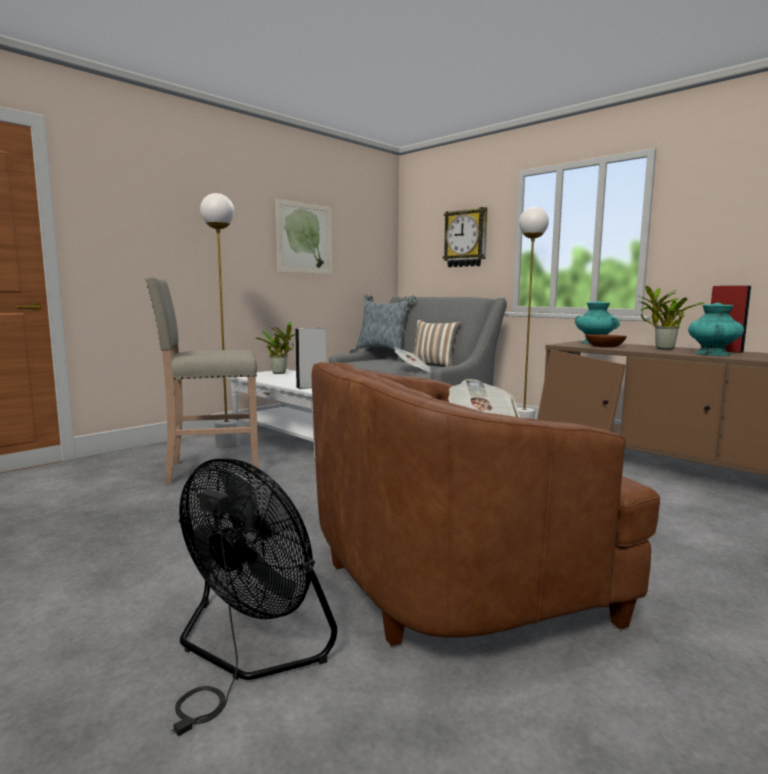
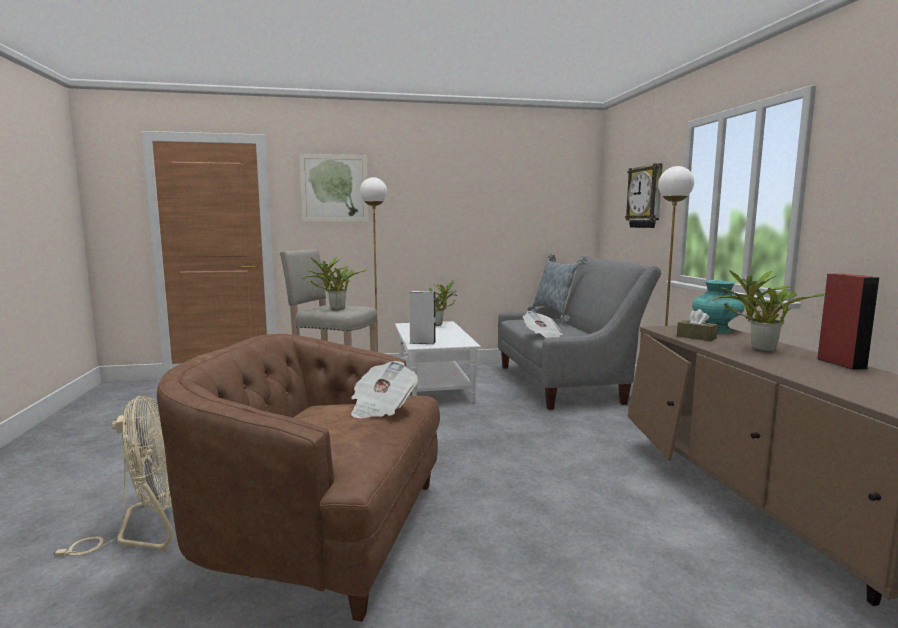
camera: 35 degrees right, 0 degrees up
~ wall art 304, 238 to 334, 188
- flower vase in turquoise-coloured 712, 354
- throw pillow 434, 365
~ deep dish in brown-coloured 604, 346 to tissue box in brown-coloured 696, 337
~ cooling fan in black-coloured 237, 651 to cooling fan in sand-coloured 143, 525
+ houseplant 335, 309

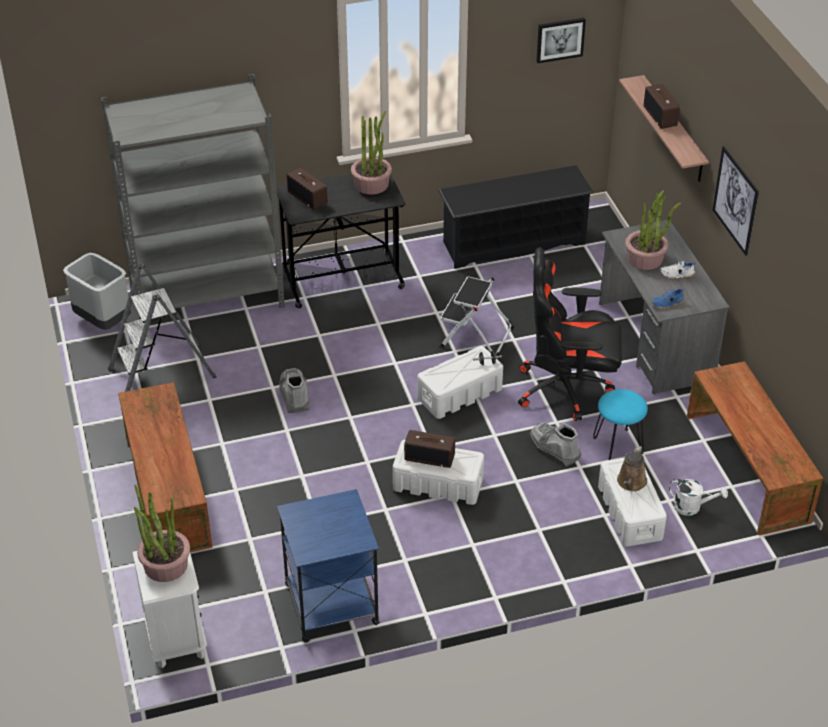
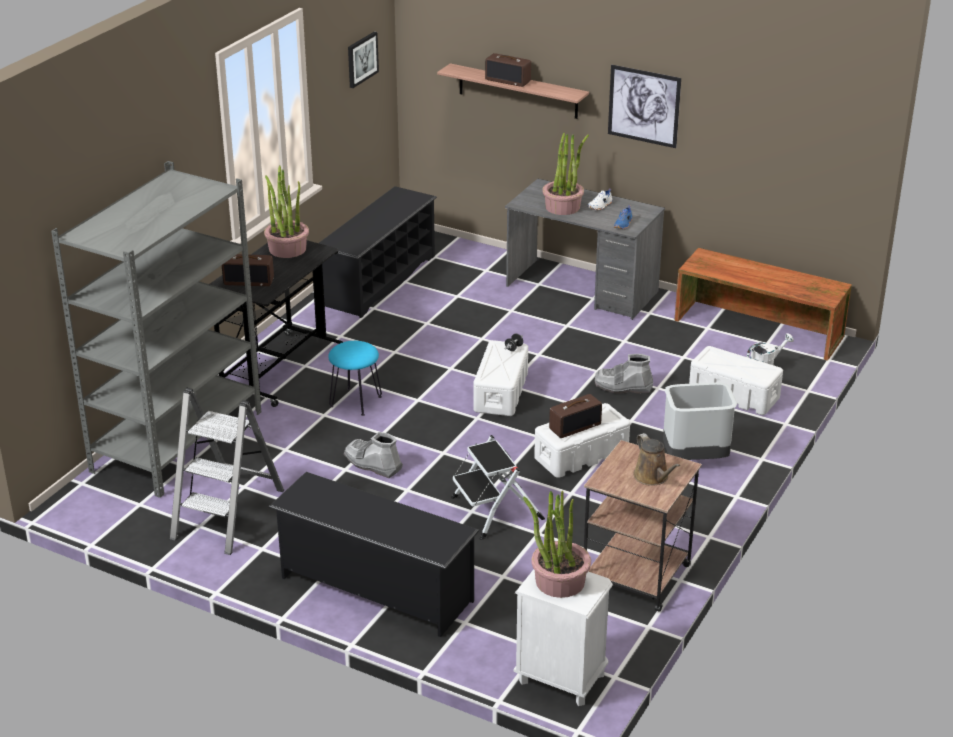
camera: 45 degrees left, 10 degrees down
- computer chair in black-coloured 570, 390
~ waste bin in grey 104, 321 to 695, 458
~ step ladder 475, 335 to 496, 510
~ bench in brown-coloured 166, 490 to shoe rack in black-coloured 375, 589
~ sitting stool in turquoise-coloured 617, 445 to 355, 401
~ watering can in brown-coloured 631, 483 to 653, 477
~ wheeled cart in blue 330, 605 to wheeled cart in brown-coloured 635, 576

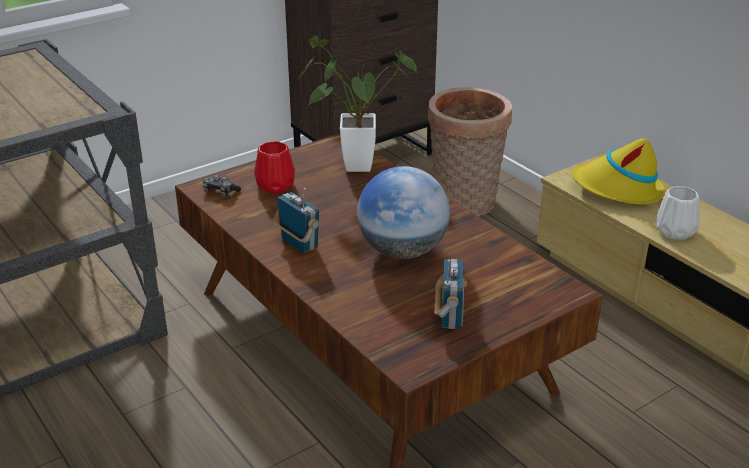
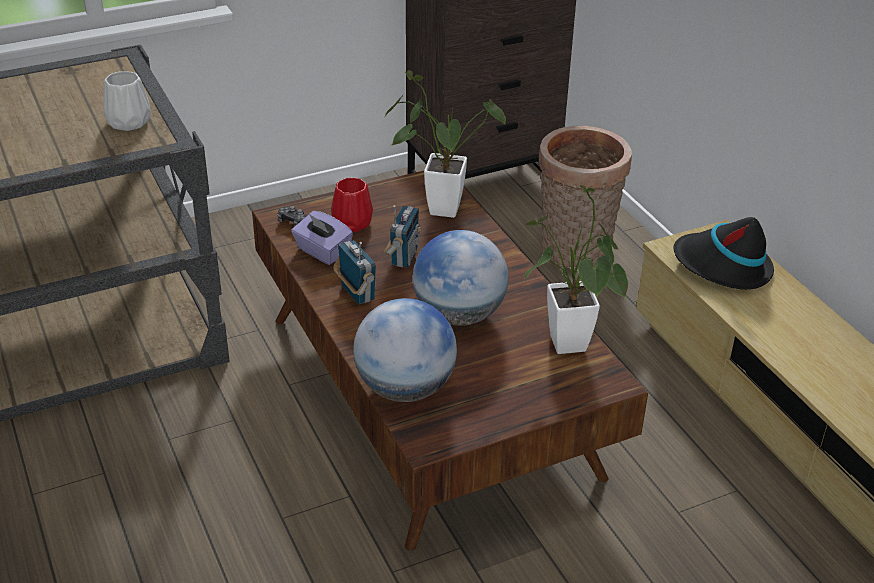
camera: 10 degrees right, 5 degrees up
~ clothing hat in yellow 618, 189 to clothing hat in black-coloured 722, 267
~ flower vase in white 675, 232 to 128, 123
~ radio set 449, 317 to 403, 257
+ houseplant 569, 350
+ tissue box in purple-coloured 322, 252
+ desk globe 405, 388

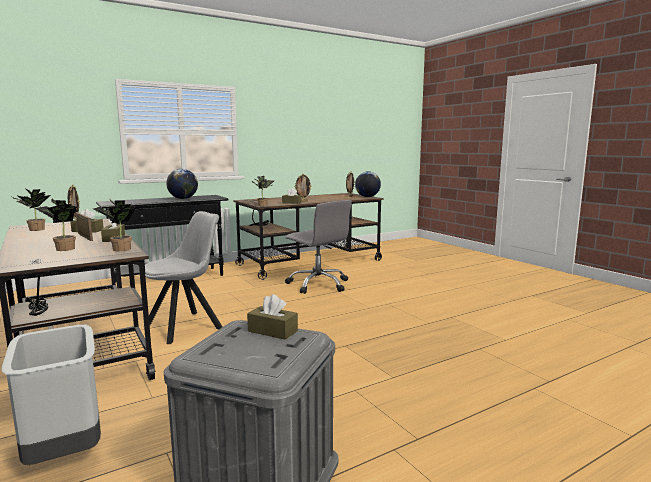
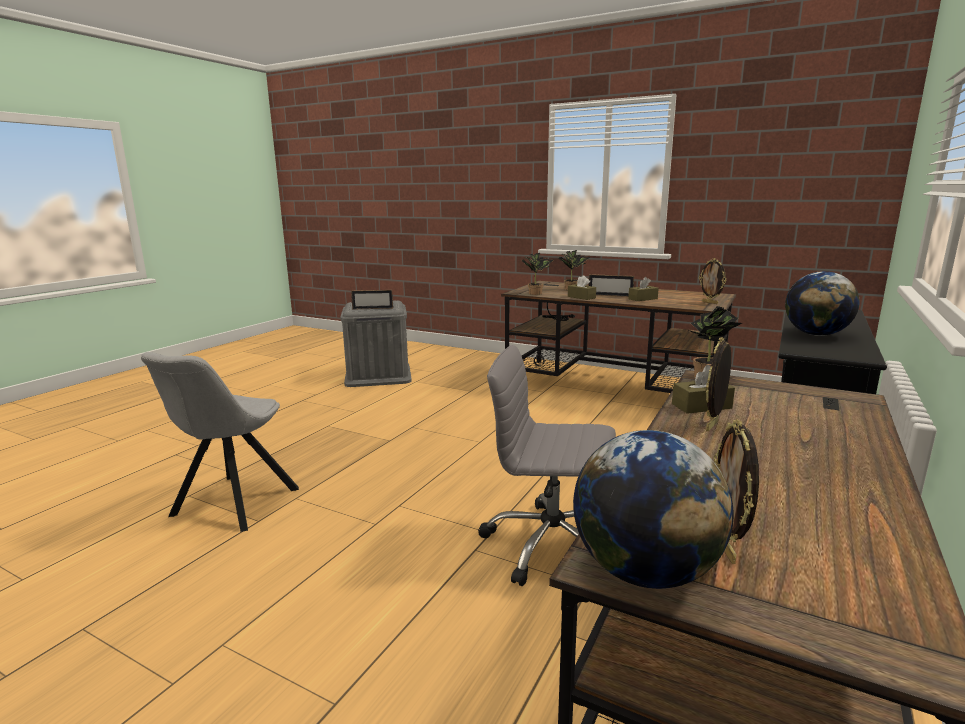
camera: 150 degrees right, 5 degrees up
- houseplant 34, 230
~ plain chair in grey 185, 326 to 233, 503
~ tissue box in brown-coloured 272, 331 to photo frame 372, 308
- waste bin in grey 63, 450

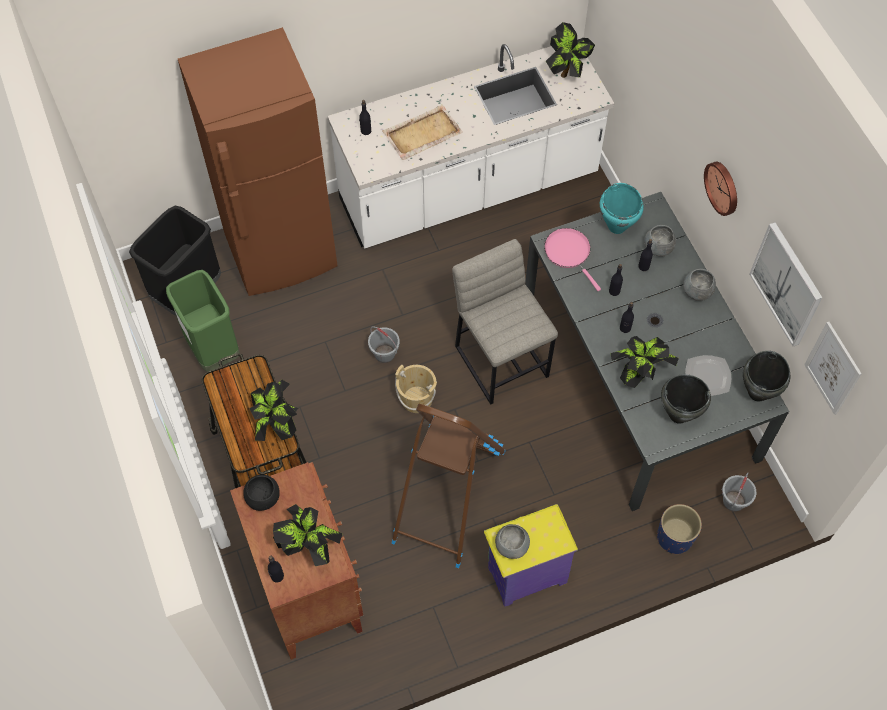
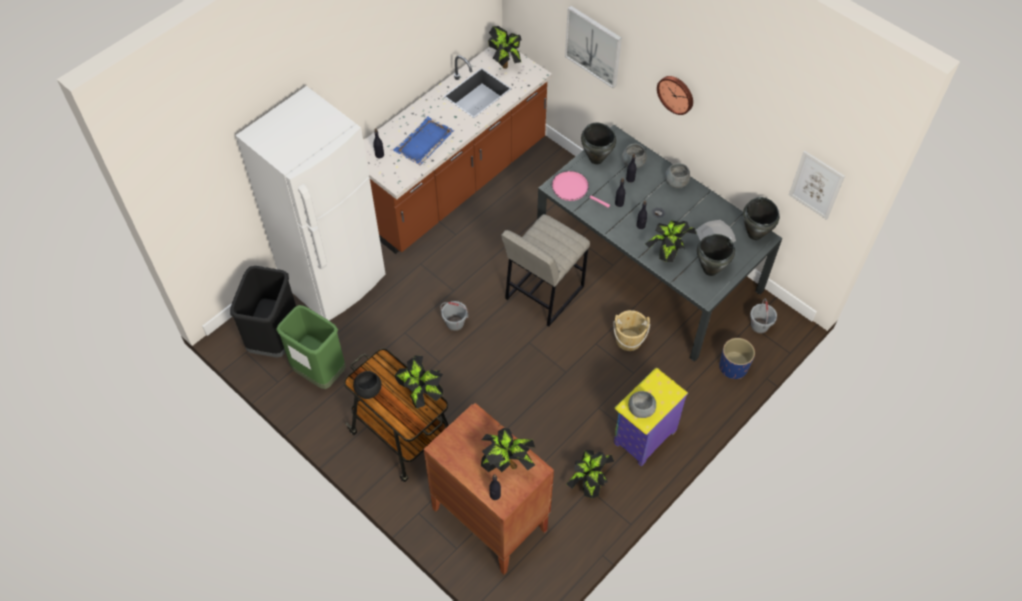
camera: 25 degrees left, 5 degrees down
~ fridge in brown-coloured 281, 252 to fridge in white 334, 280
~ counter in white 468, 190 to counter in brown-coloured 455, 184
~ tray in sand-coloured 422, 134 to tray in blue 423, 142
~ saucepot in turquoise-coloured 617, 226 to saucepot in black-coloured 596, 159
~ wall art 787, 284 to 593, 46
~ plain chair in grey 500, 359 = 543, 294 90 degrees counterclockwise
~ pail in sand-coloured 416, 399 to 628, 340
- step ladder in brown-coloured 449, 494
~ deep dish in black-coloured 262, 498 to 368, 390
+ houseplant 589, 482

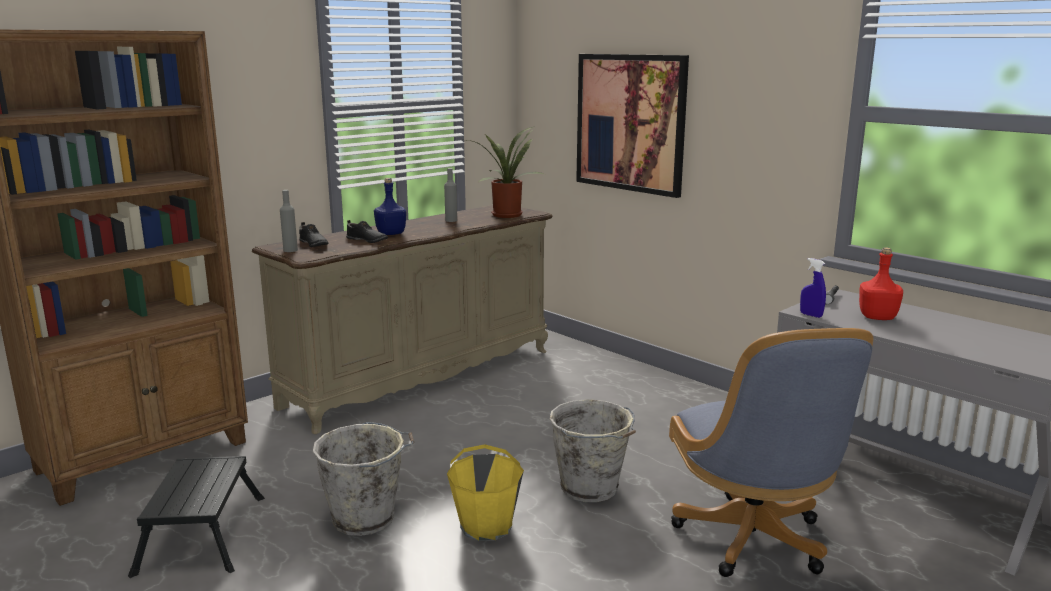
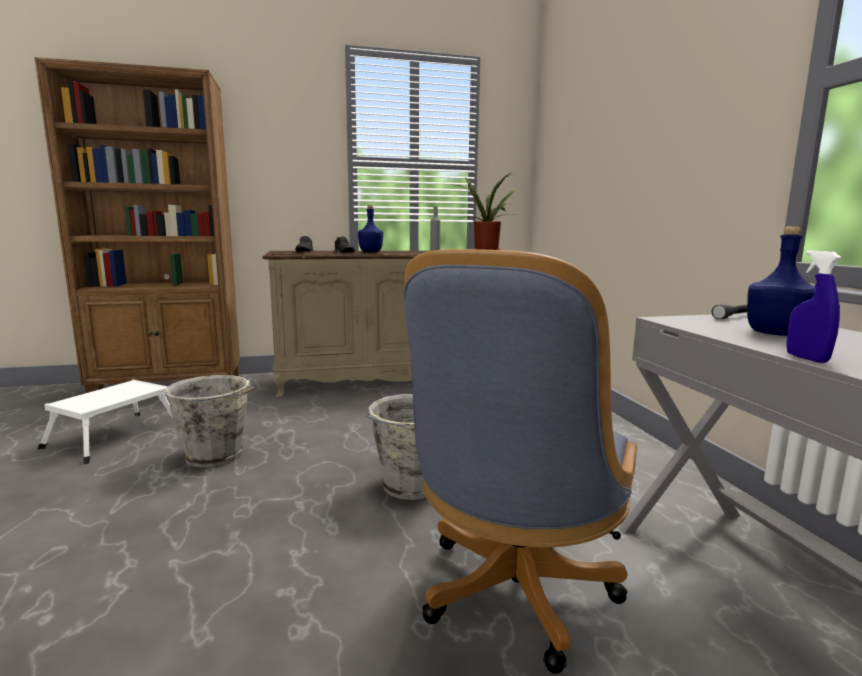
camera: 30 degrees right, 5 degrees down
- wall art 630, 123
- bottle in grey 290, 250
~ bottle in red-coloured 876, 317 to bottle in blue 774, 333
~ spray bottle in blue 811, 315 to 806, 358
- pail in yellow 486, 525
~ step ladder in black-coloured 202, 533 to step ladder in white 115, 436

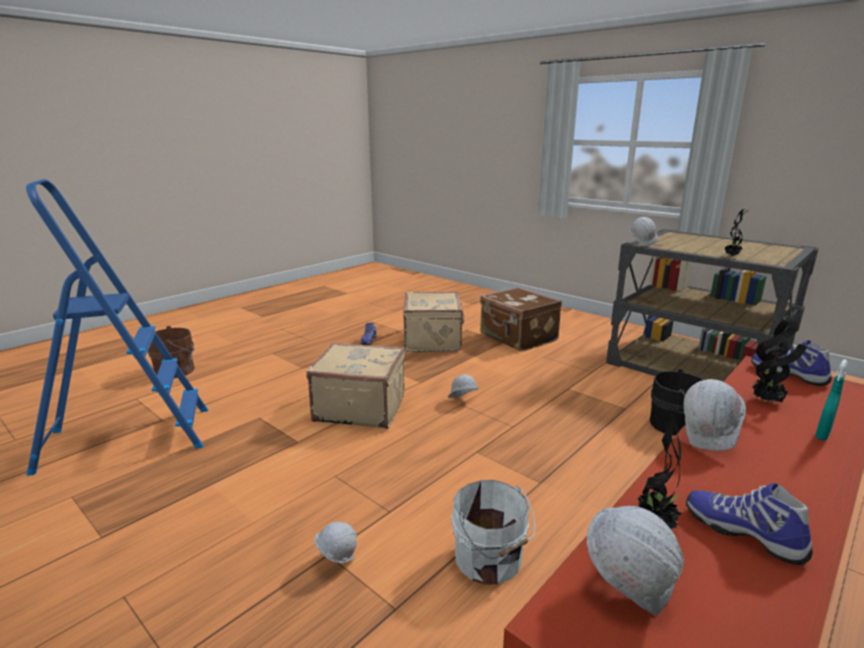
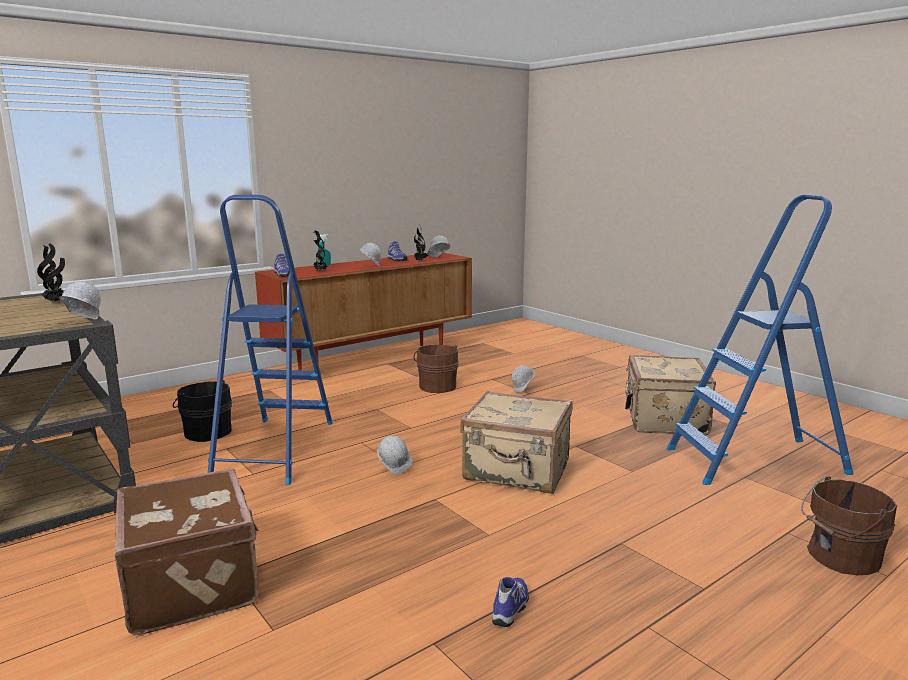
camera: 170 degrees left, 5 degrees down
~ travel case in sand-coloured 433, 340 to 663, 420
~ pail in white 489, 561 to pail in brown-coloured 437, 386
+ step ladder in blue 276, 448

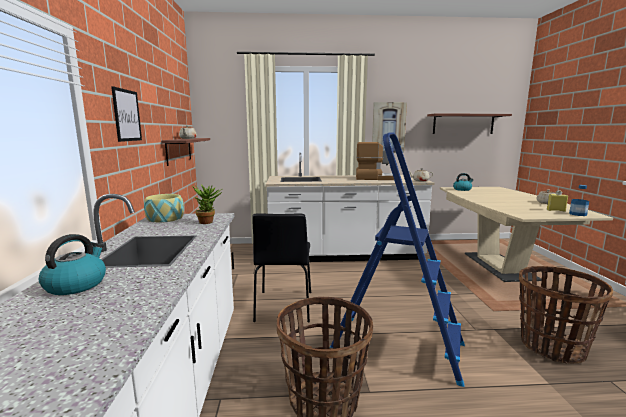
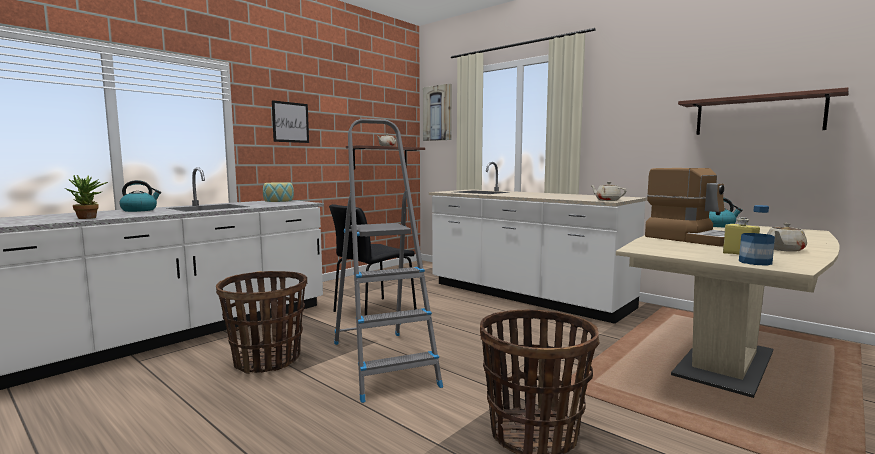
camera: 45 degrees right, 5 degrees down
~ wall art 388, 127 to 438, 113
~ step ladder in blue 398, 347 to step ladder in grey 383, 363
~ coffee machine 375, 178 to 692, 239
~ houseplant 209, 222 to 89, 218

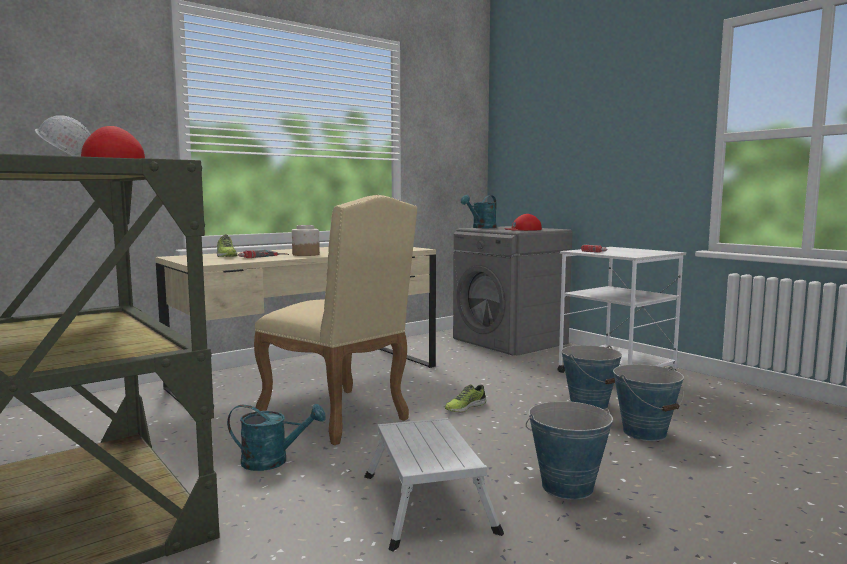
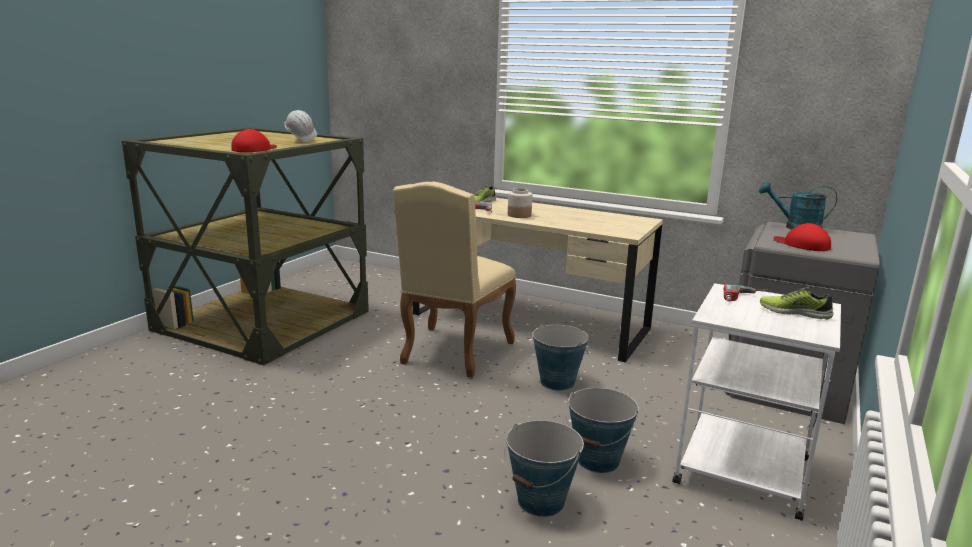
camera: 65 degrees right, 10 degrees up
~ item of footwear 465, 407 to 794, 312
~ pail 567, 487 to 557, 382
- watering can in turquoise-coloured 273, 461
- step ladder in white 427, 503

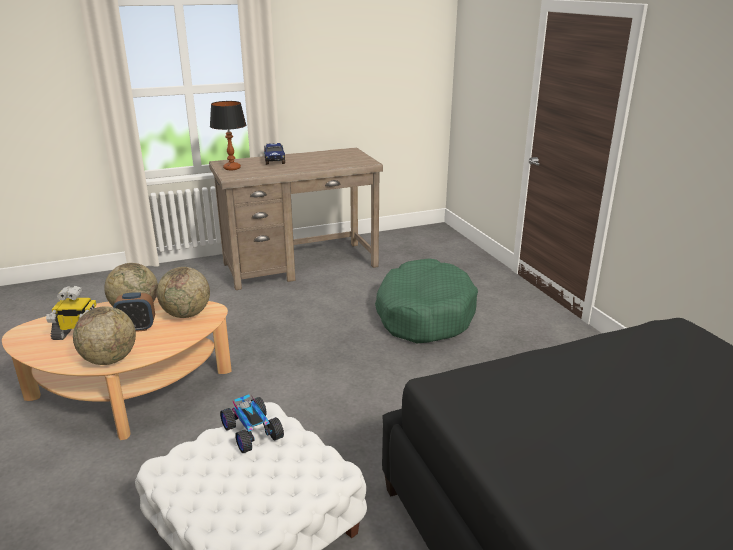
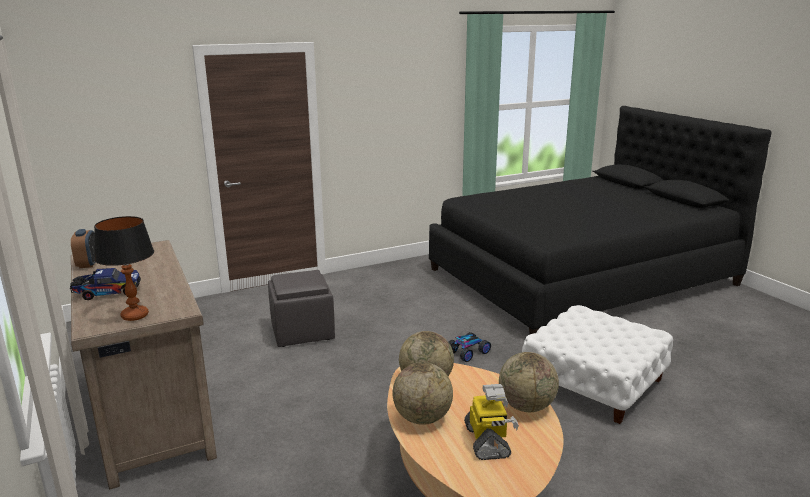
camera: 95 degrees left, 5 degrees down
~ dog bed in green-coloured 424, 314 to footrest in grey 303, 331
~ alarm clock 137, 328 to 88, 264
~ model car 251, 432 to 468, 352

